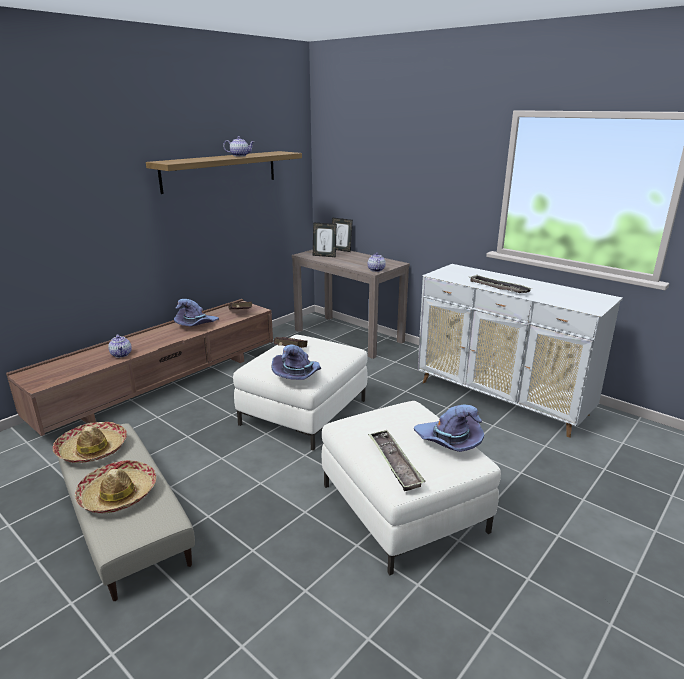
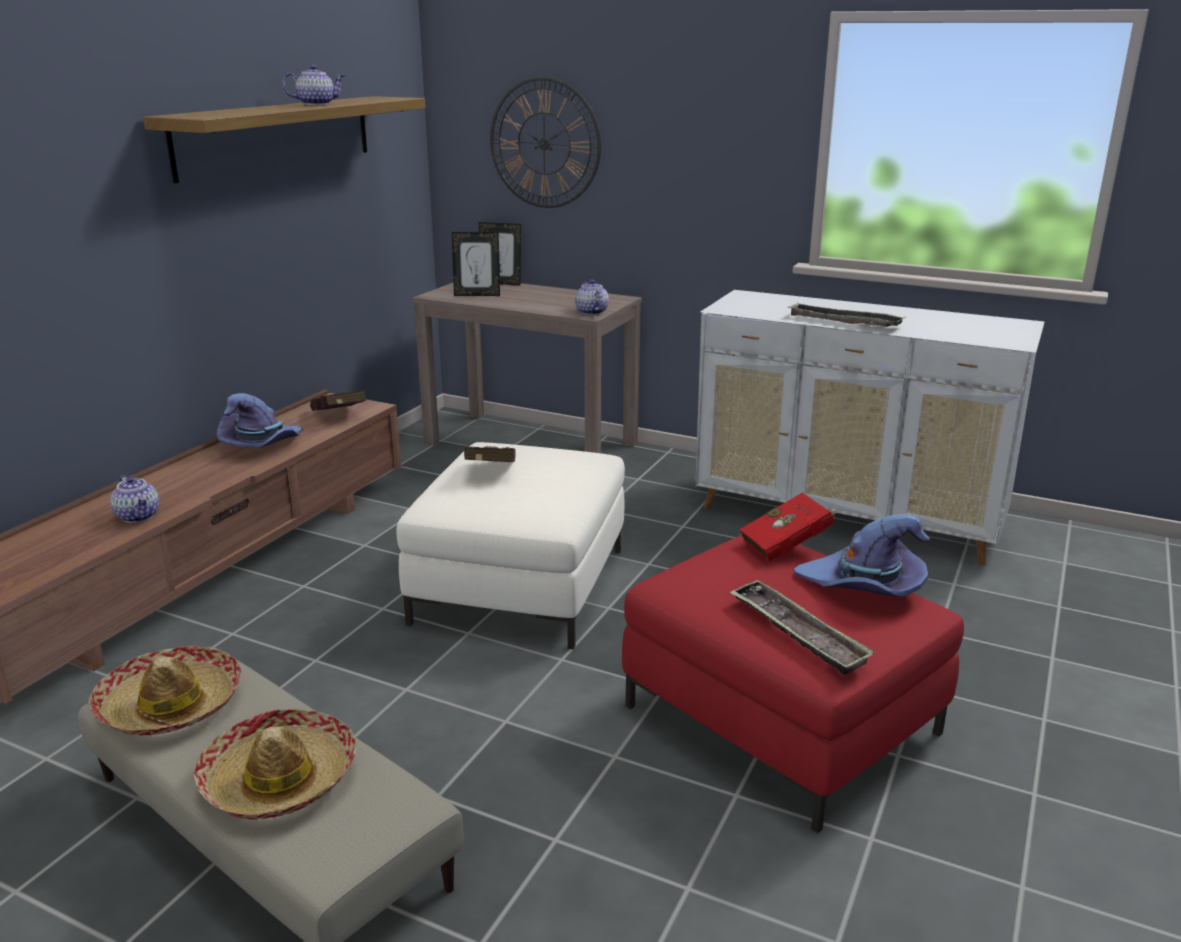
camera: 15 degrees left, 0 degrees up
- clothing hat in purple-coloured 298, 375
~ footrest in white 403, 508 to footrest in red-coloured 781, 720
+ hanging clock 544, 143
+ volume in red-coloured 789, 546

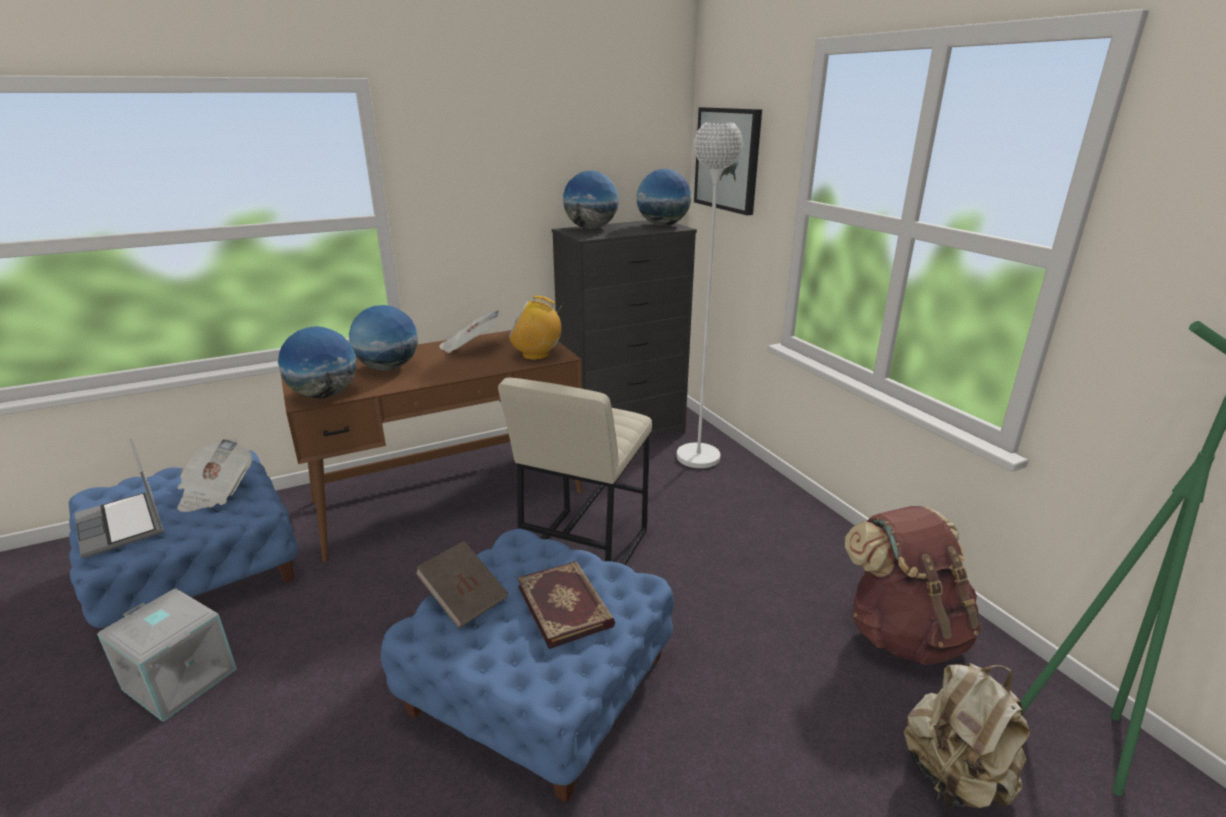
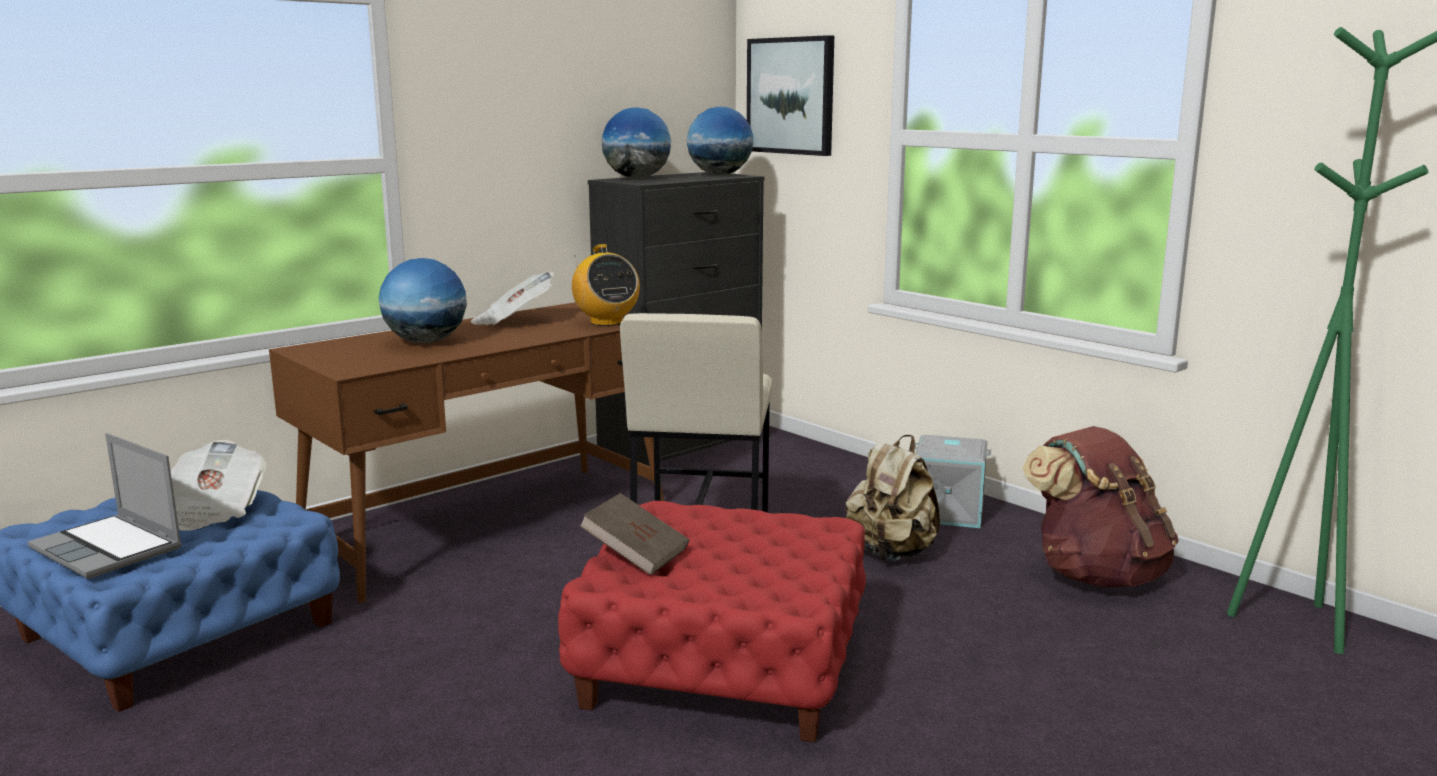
camera: 15 degrees left, 10 degrees down
- standing lamp in white 698, 457
~ radio set 536, 355 = 606, 322 105 degrees counterclockwise
- desk globe 325, 395
~ footrest in blue 539, 684 to footrest in red-coloured 723, 664
- volume 566, 605
~ storage container in grey 182, 678 to 948, 511
~ knapsack in sand-coloured 955, 777 to 891, 554

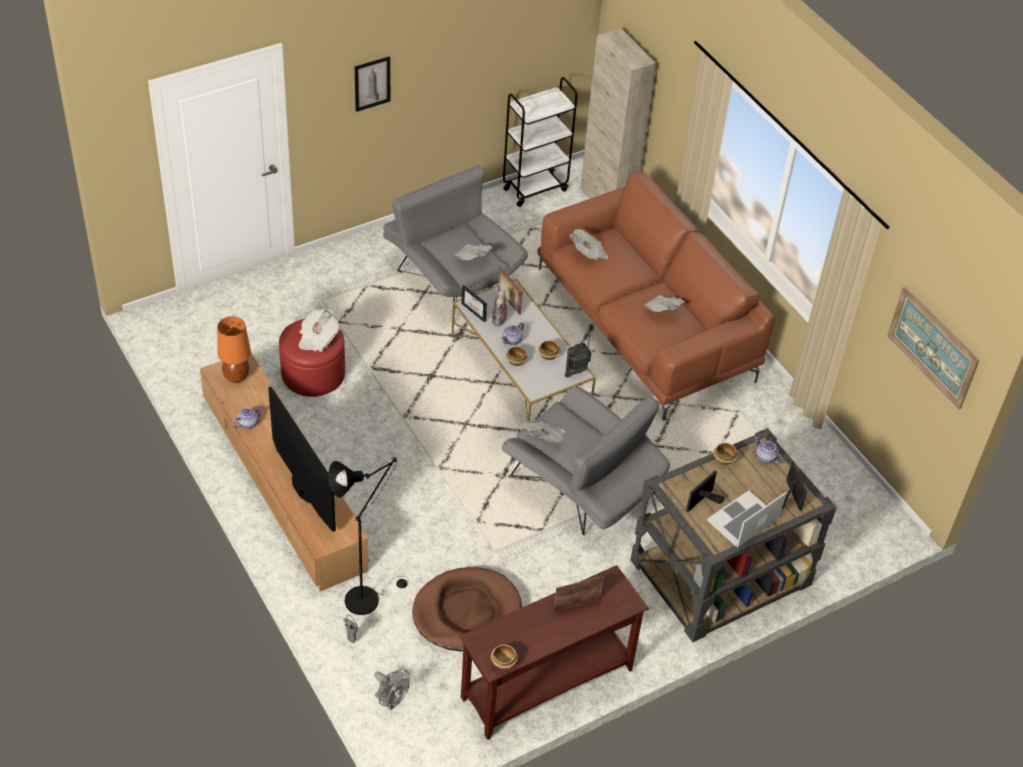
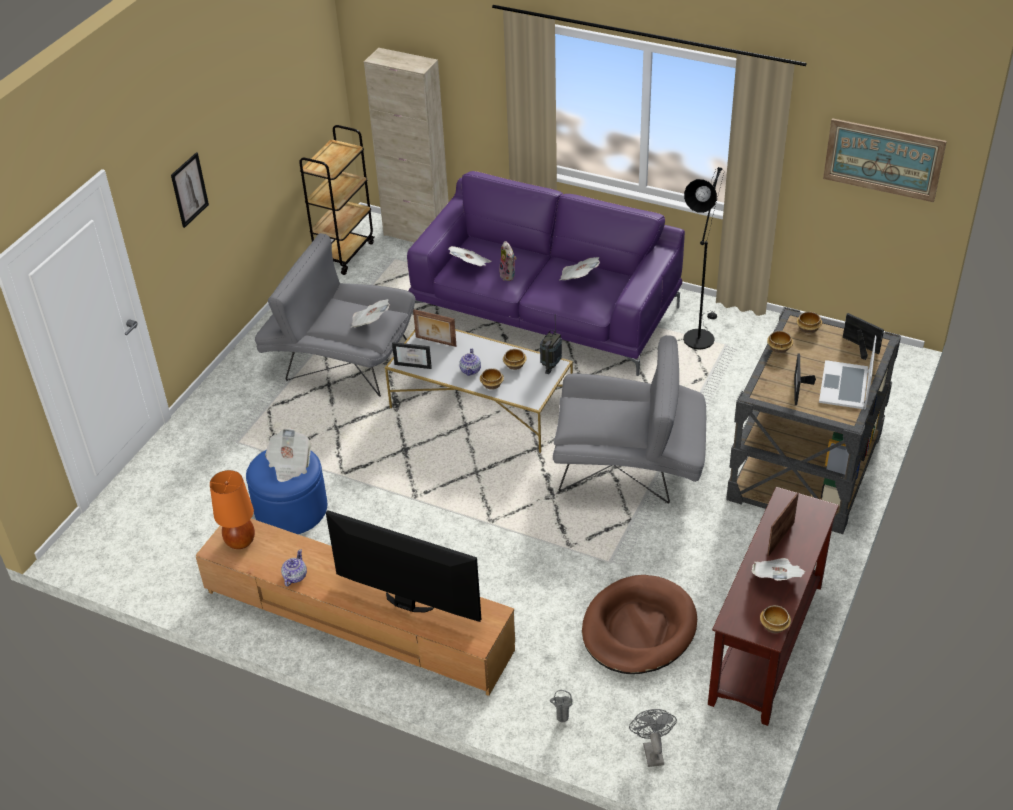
camera: 30 degrees left, 5 degrees down
~ wheeled cart in white 535, 189 to wheeled cart in brown-coloured 345, 254
~ sofa in brown-coloured 644, 324 to sofa in purple-coloured 545, 311
~ soft toy 500, 321 to 509, 275
~ footrest in red-coloured 313, 374 to footrest in blue 291, 509
~ newspaper 545, 439 to 776, 578
~ pot for tea 766, 458 to deep dish 808, 329
~ standing lamp in black-coloured 367, 597 to 699, 336
~ cooling fan in grey 391, 701 = 652, 750 105 degrees counterclockwise

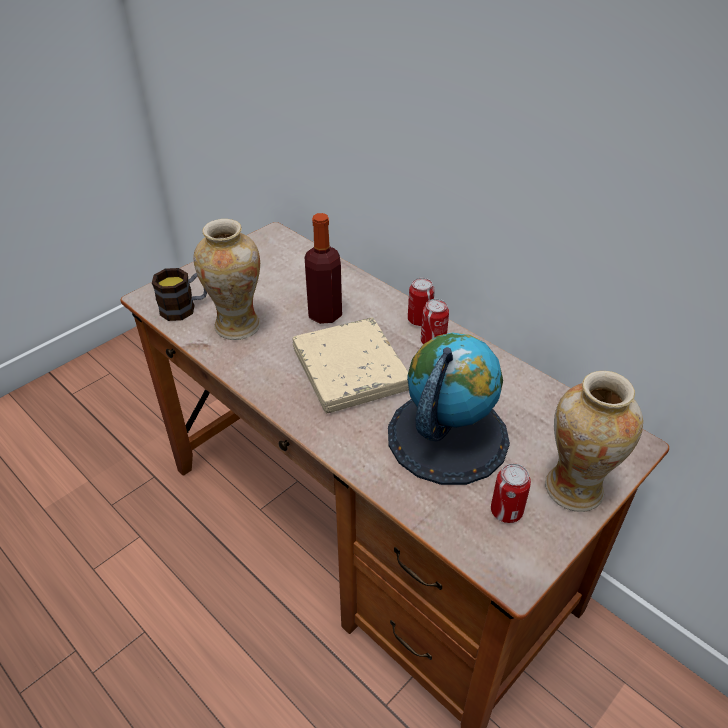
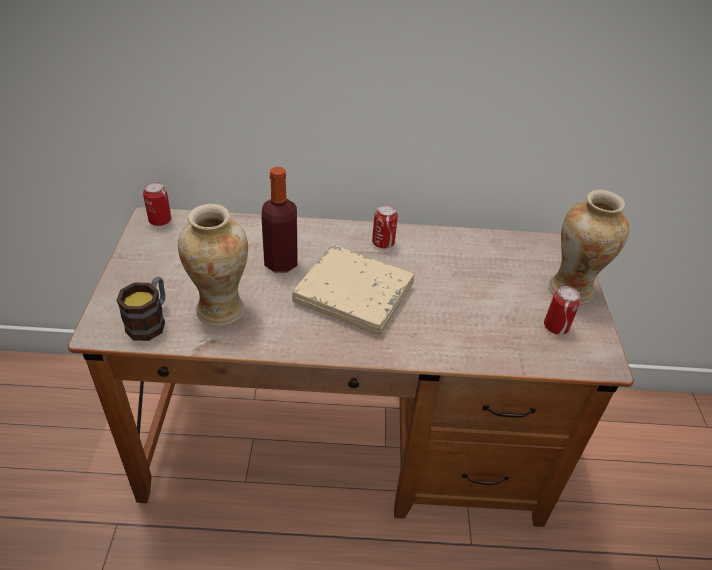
camera: 45 degrees left, 0 degrees up
~ sealed can 419, 320 to 160, 221
- desk globe 447, 436

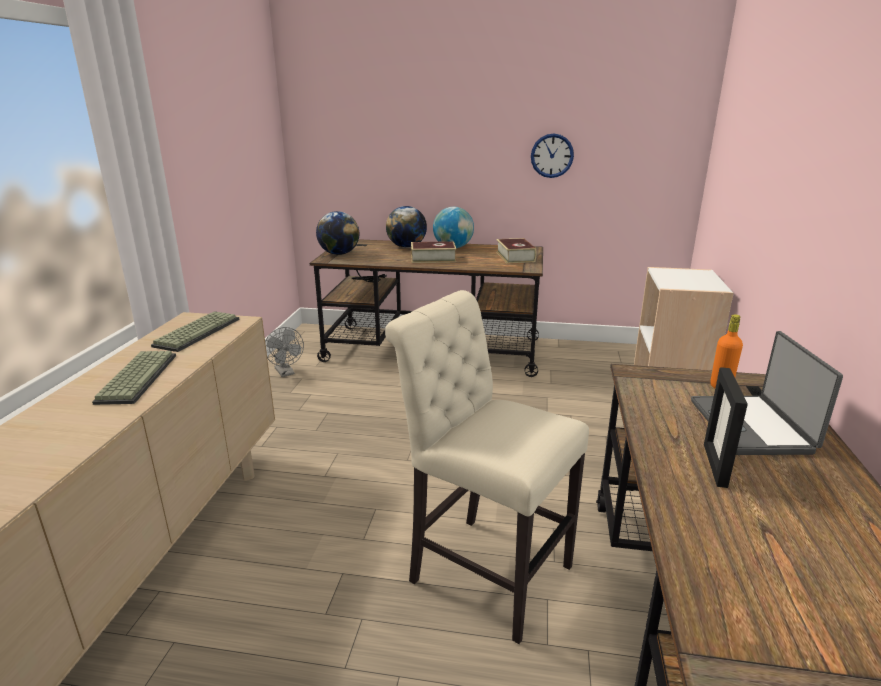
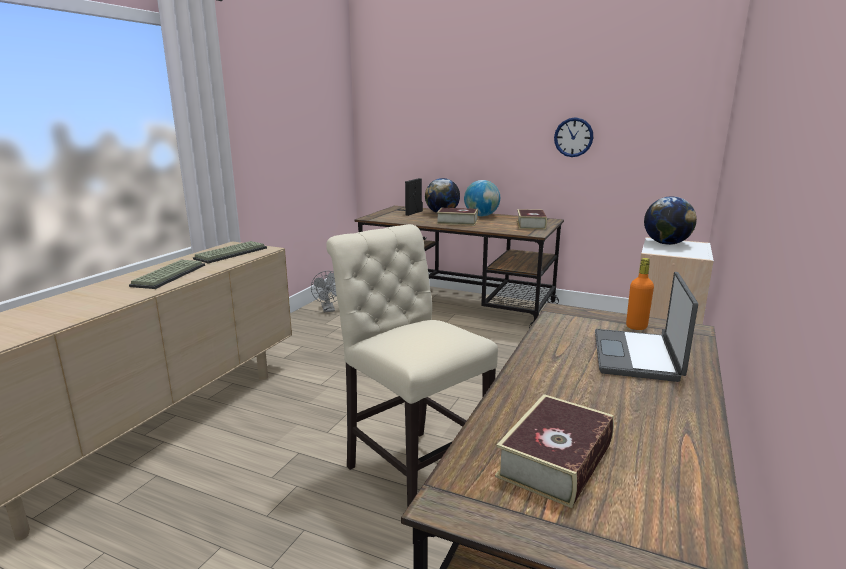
camera: 15 degrees right, 5 degrees down
~ desk globe 339, 254 to 666, 243
~ photo frame 717, 465 to 414, 213
+ volume 555, 460

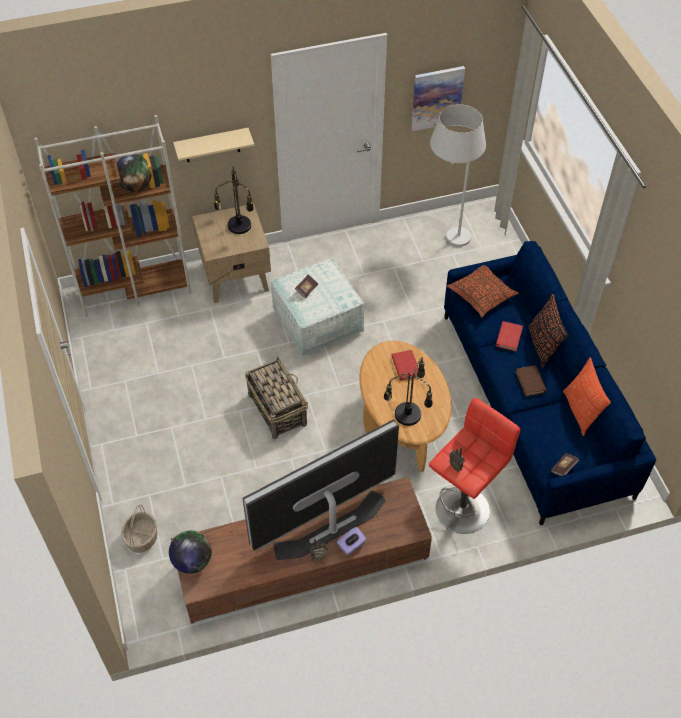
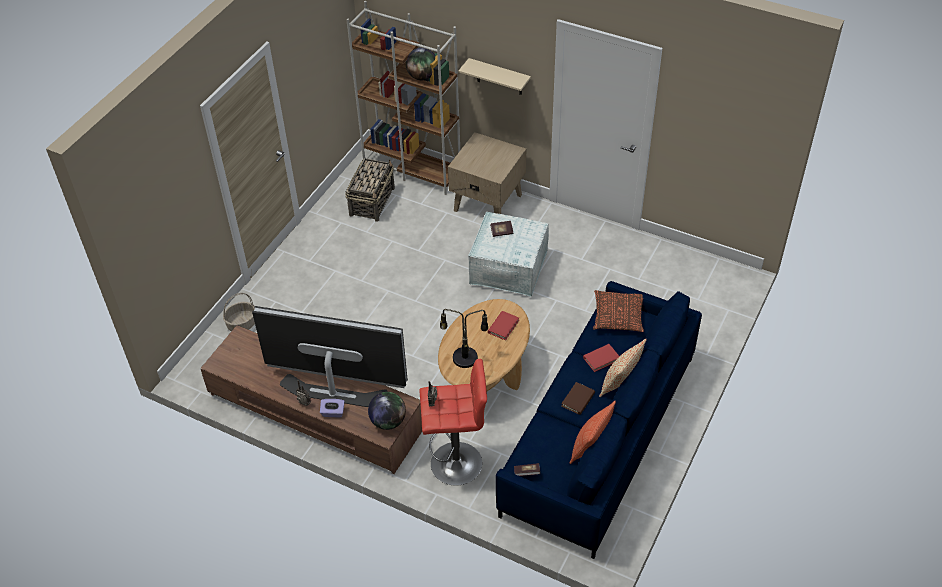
camera: 45 degrees right, 5 degrees down
- wall art 437, 98
- standing lamp in white 446, 242
- lamp for a table 239, 225
~ throw pillow in black-coloured 542, 346 to throw pillow in sand-coloured 619, 383
~ household basket 277, 409 to 372, 201
~ desk globe 192, 561 to 388, 421

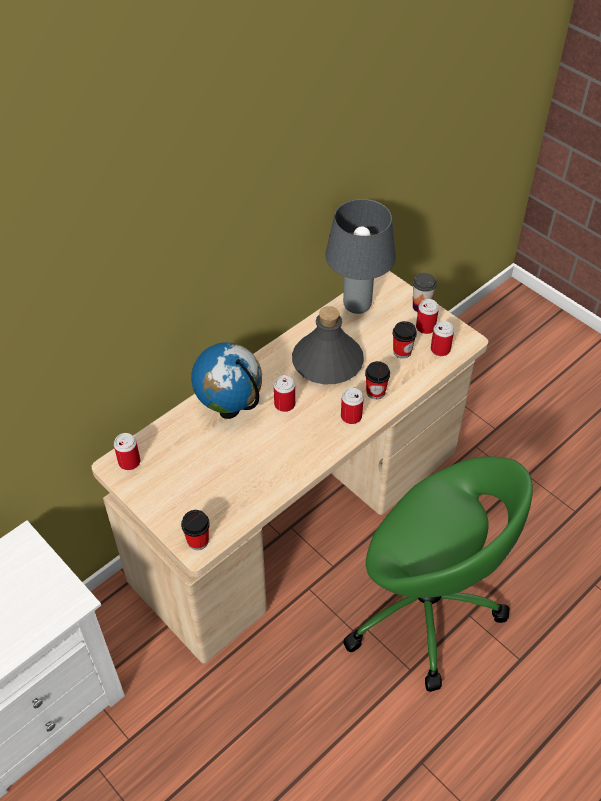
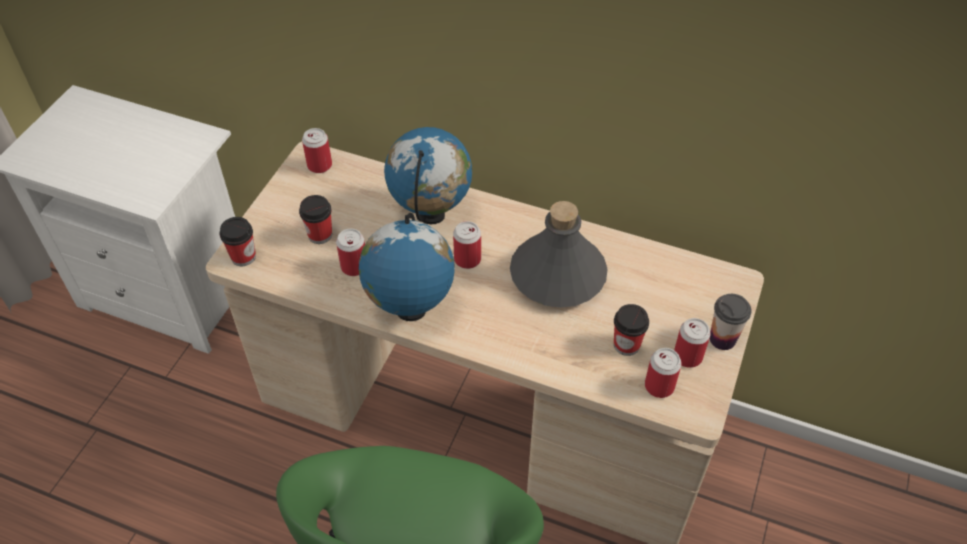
camera: 65 degrees right, 0 degrees up
- lamp for a table in grey 356, 306
~ cup 375, 392 to 320, 235
~ sealed can 351, 416 to 354, 266
+ desk globe 410, 310

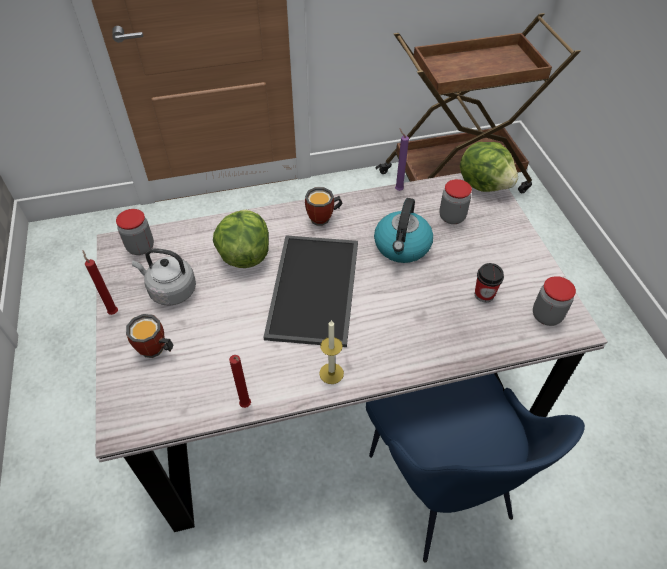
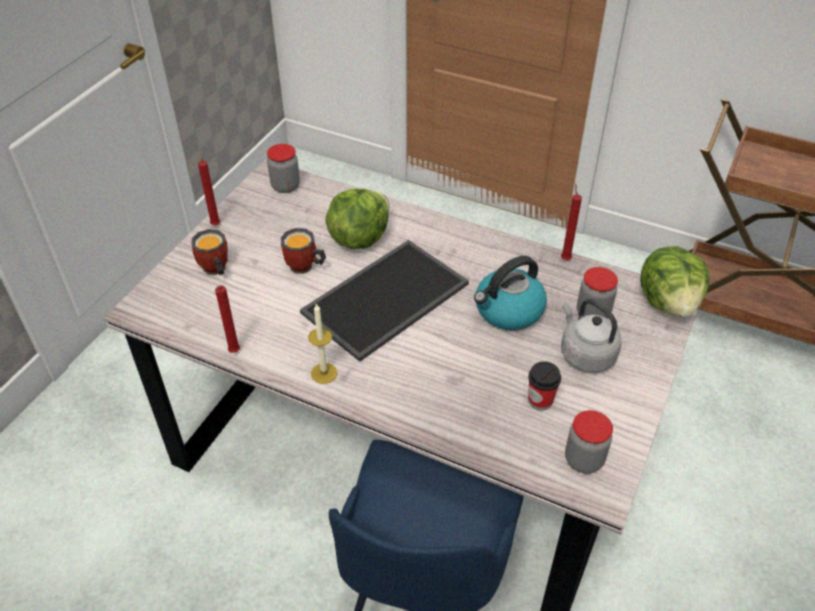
camera: 40 degrees right, 5 degrees down
~ wax light in purple-coloured 397, 189 to wax light in red-coloured 565, 258
~ coffee mug 324, 219 to 304, 268
~ water kettle in grey 170, 290 to 585, 353

